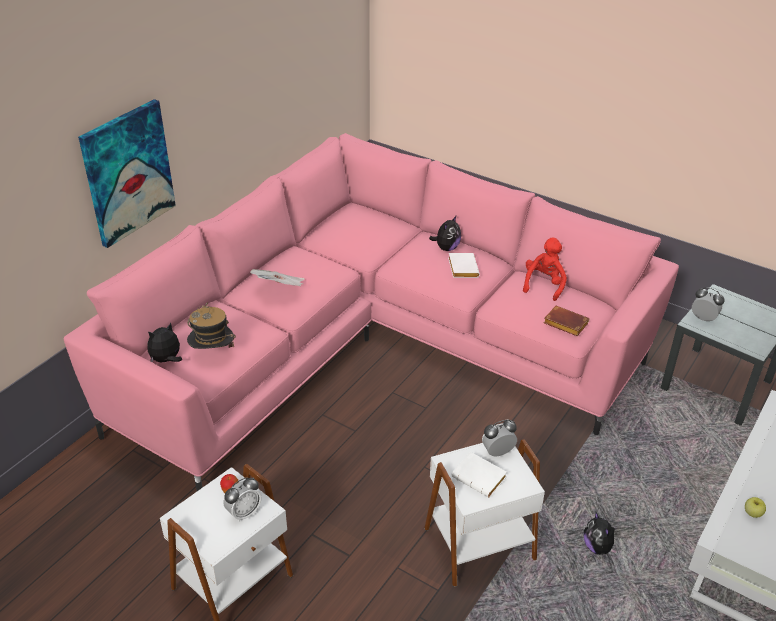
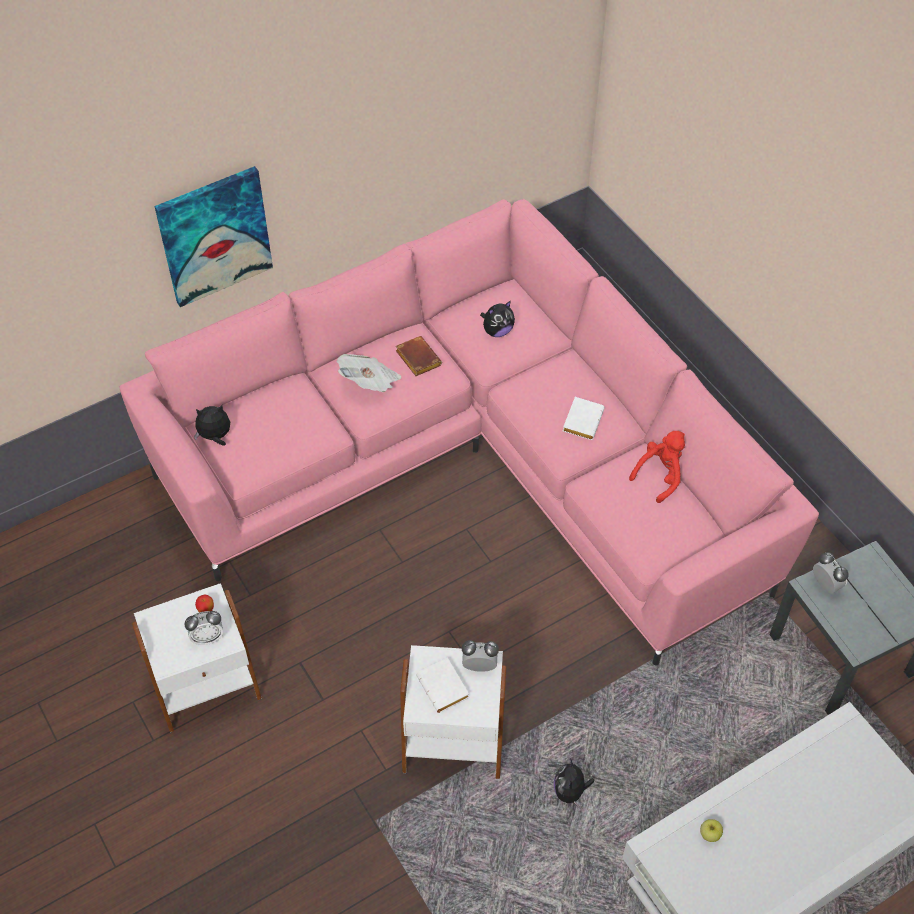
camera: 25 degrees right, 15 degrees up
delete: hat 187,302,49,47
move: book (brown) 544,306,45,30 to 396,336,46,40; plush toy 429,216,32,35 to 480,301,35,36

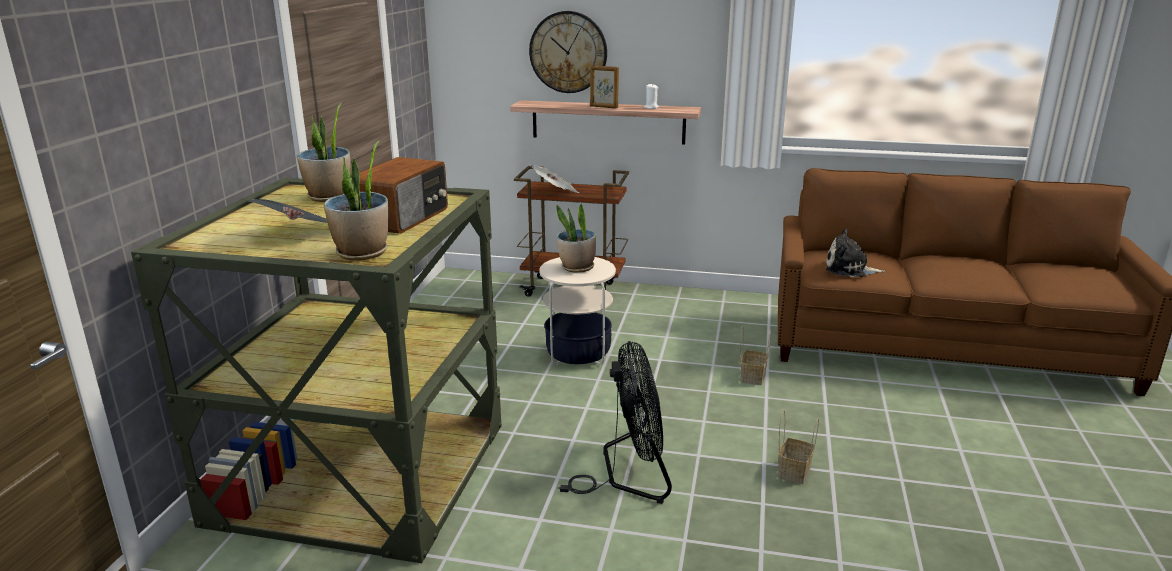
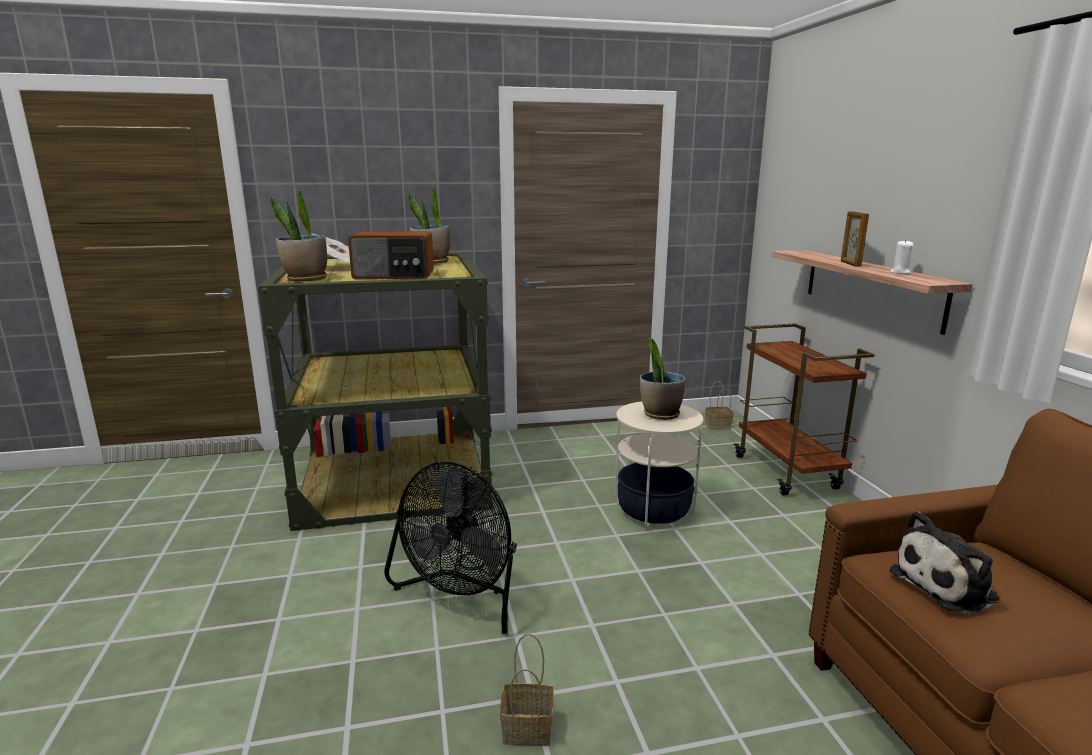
camera: 65 degrees right, 5 degrees down
delete: wall clock 529,11,78,82; newspaper 529,165,50,28
move: basket 740,325,32,60 to 705,381,29,49
rotate: fan (black) 557,341,115,163 = 384,462,133,172 60 degrees clockwise; plush toy 826,229,59,48 = 890,511,109,103 105 degrees counterclockwise

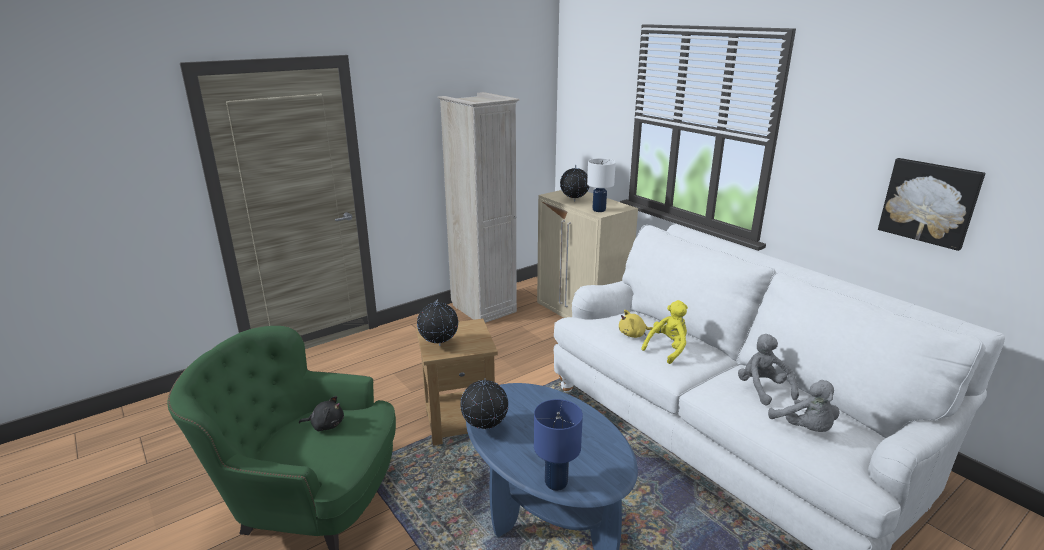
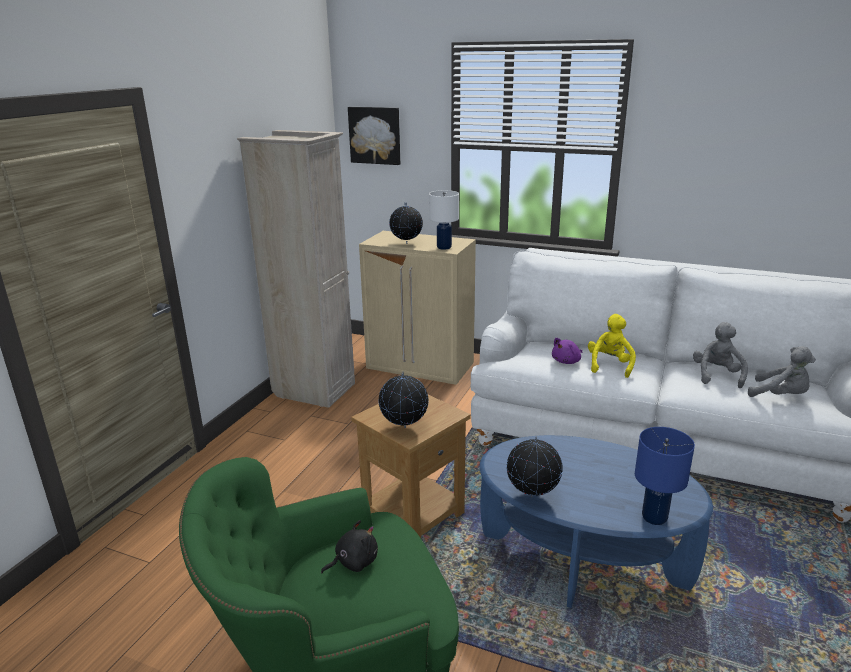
camera: 30 degrees left, 0 degrees up
move: picture 878,158,107,93 to 348,107,52,58
recolor: plush toy (yellow) 619,310,34,28 to plush toy (purple) 552,338,30,26
rotate: plush toy (grey) 738,334,61,71 = 693,322,55,67 60 degrees clockwise

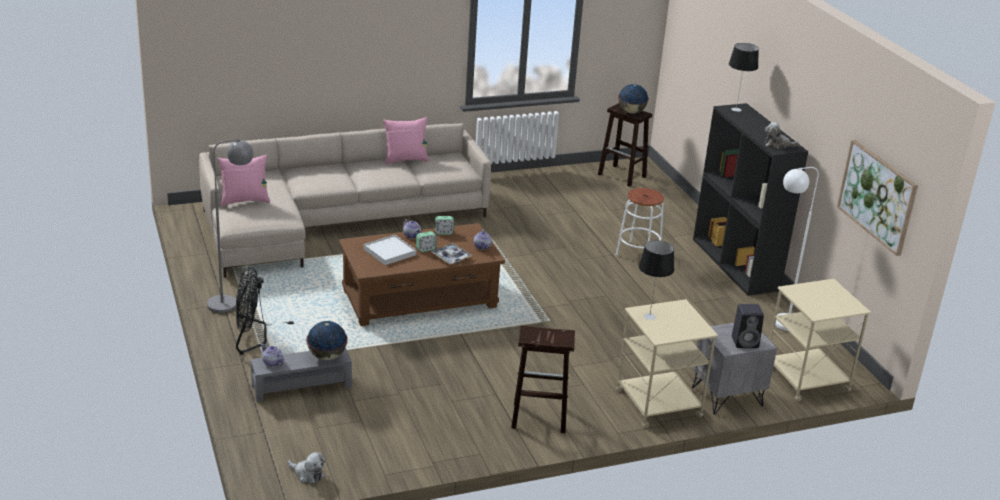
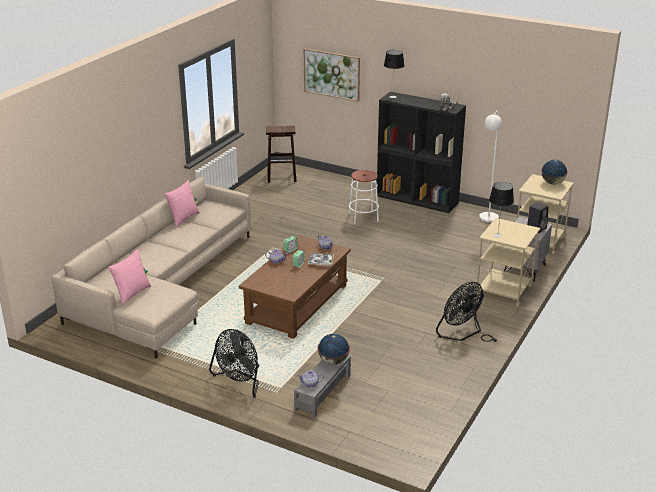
camera: 40 degrees left, 0 degrees up
delete: floor lamp (grey) 207,139,46,174; plush toy 288,452,37,31; tray (white) 364,235,52,30
move: picture 837,140,81,116 to 304,48,56,54; globe 618,84,31,30 to 541,160,27,25
replace: stool (brown) 511,325,64,108 to fan (black) 436,282,61,60

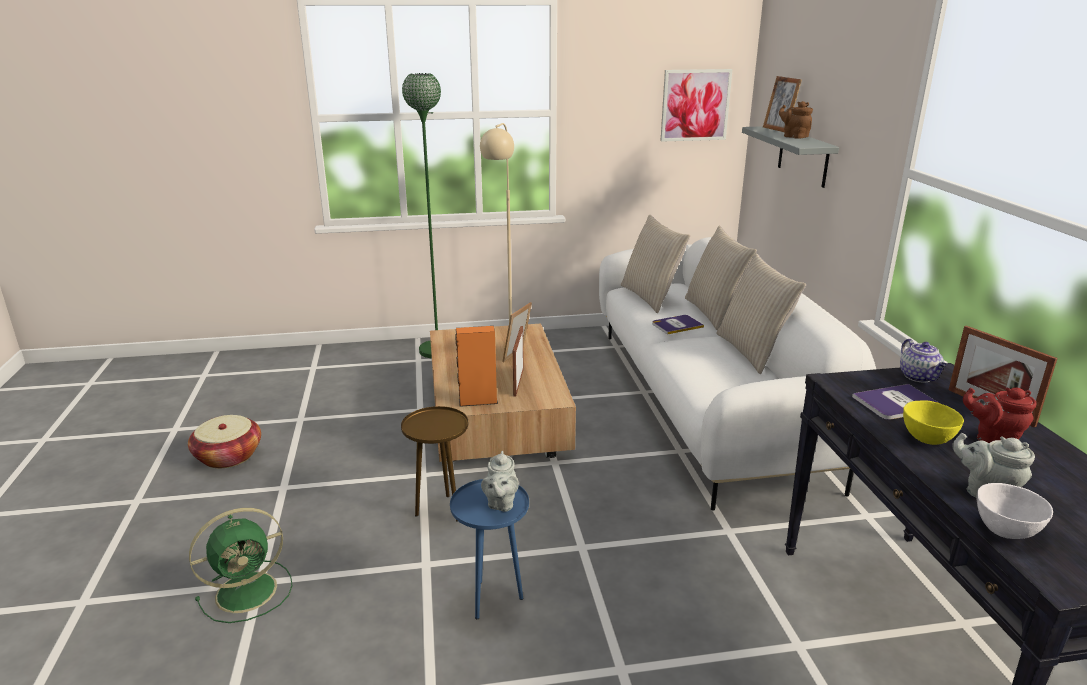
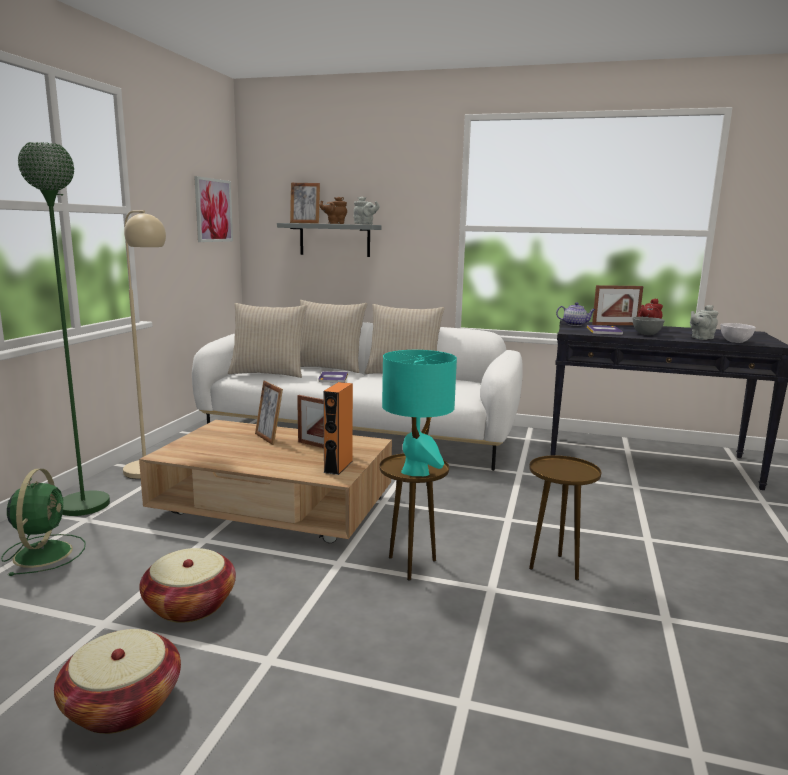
camera: 65 degrees left, 10 degrees down
insert: basket 139,548,97,75; table lamp (turquoise) 382,350,75,126
move: fan (green) 189,508,104,115 to 1,469,85,107; teapot (grey) 481,451,38,61 to 354,196,25,29
recolor: side table (blue) 450,479,79,140 to side table (brown) 529,455,72,125; bowl (yellow) 903,400,61,45 to bowl (grey) 633,317,32,18

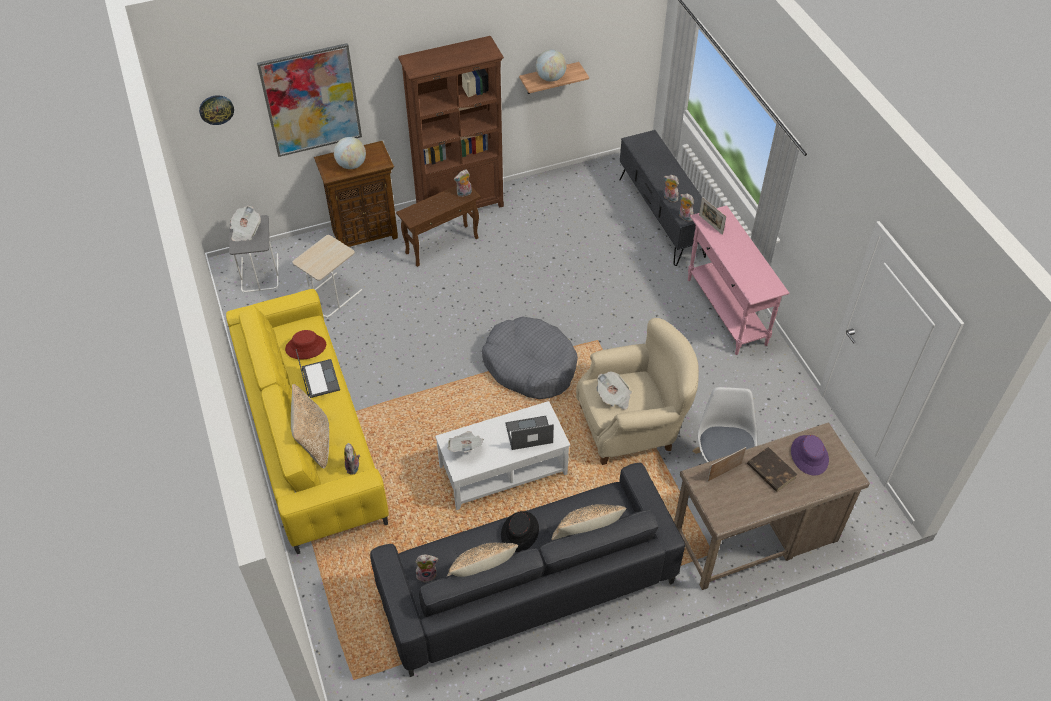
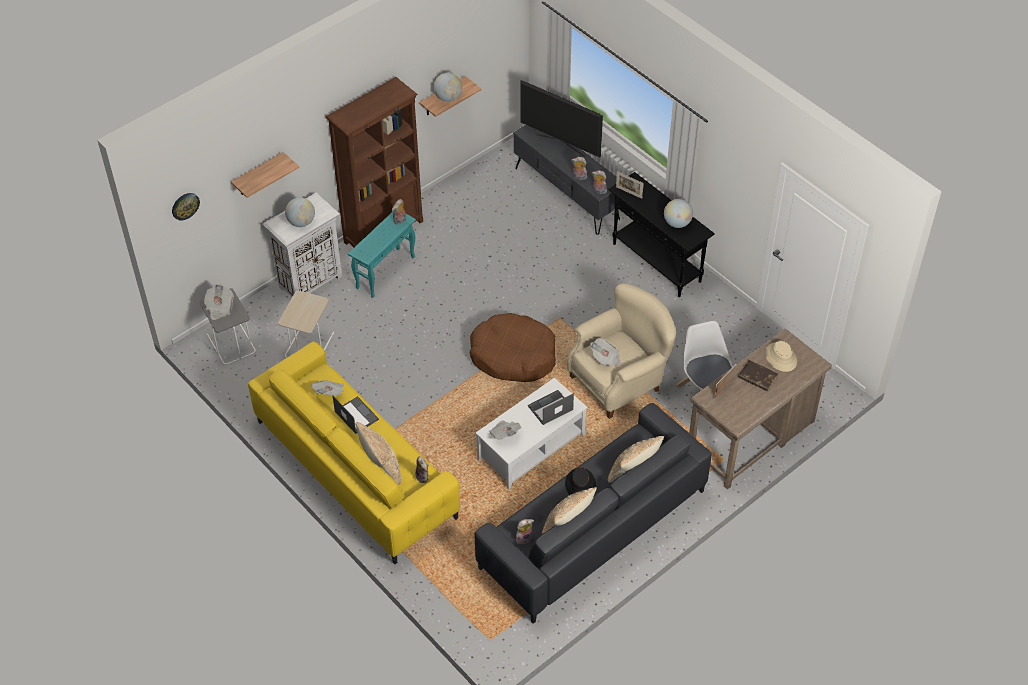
camera: 20 degrees left, 0 degrees up
insert: television 520,80,83,78; globe 664,199,29,29
replace: picture 257,43,105,114 to shelf 231,152,68,46; hat (red) 285,330,41,29 to newspaper 311,380,33,16
recolor: cabinet (brown) 314,141,84,106 to cabinet (white) 262,193,80,104; side table (brown) 396,185,85,82 to side table (turquoise) 348,212,68,86; dog bed (grey) 482,317,96,82 to dog bed (brown) 469,313,87,69; console table (pink) 688,205,101,150 to console table (black) 608,172,107,125; hat (purple) 791,435,38,40 to hat (beige) 765,341,32,31

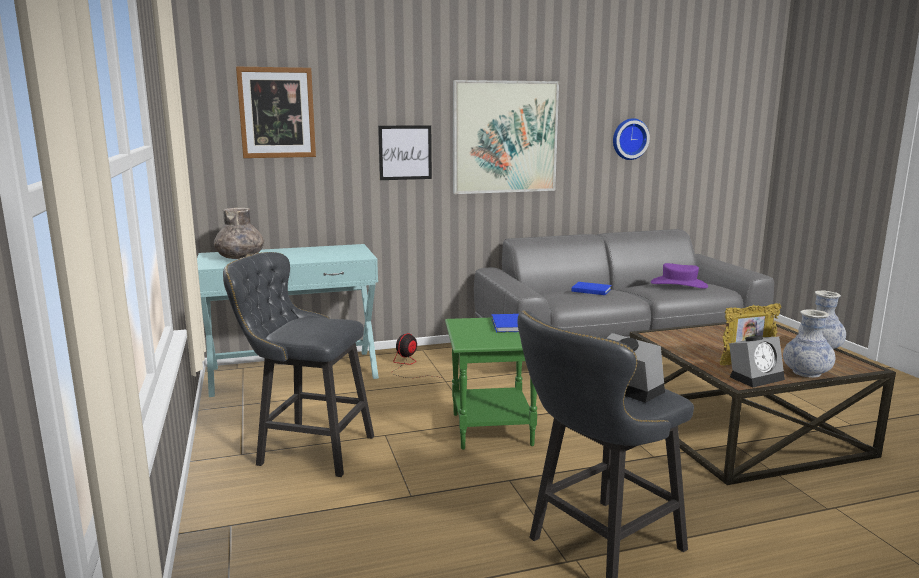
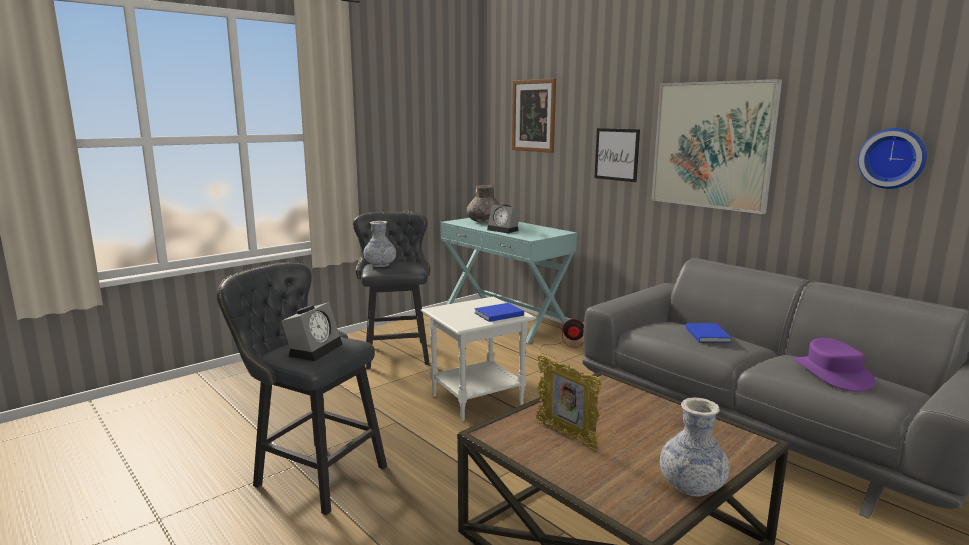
camera: 65 degrees right, 0 degrees up
move: vase 783,309,52,69 to 363,221,33,46; alarm clock 729,336,56,51 to 487,204,34,29
recolor: side table (green) 445,318,92,132 to side table (white) 421,297,115,125

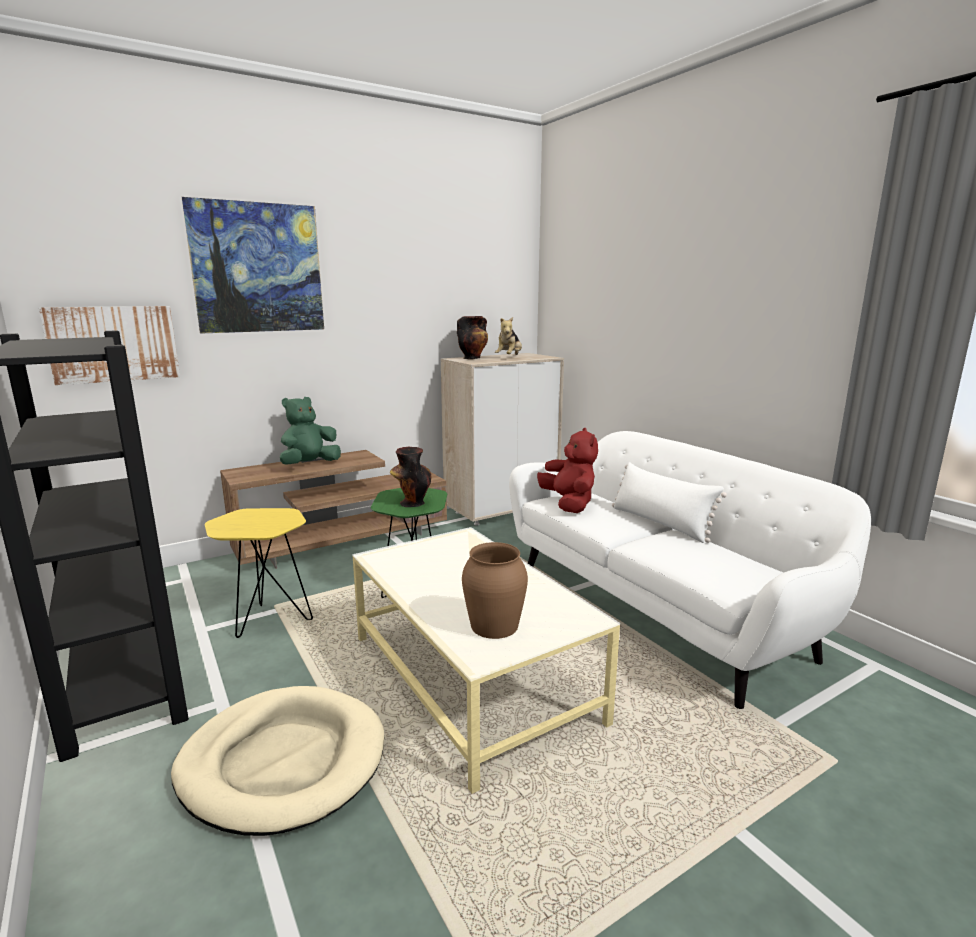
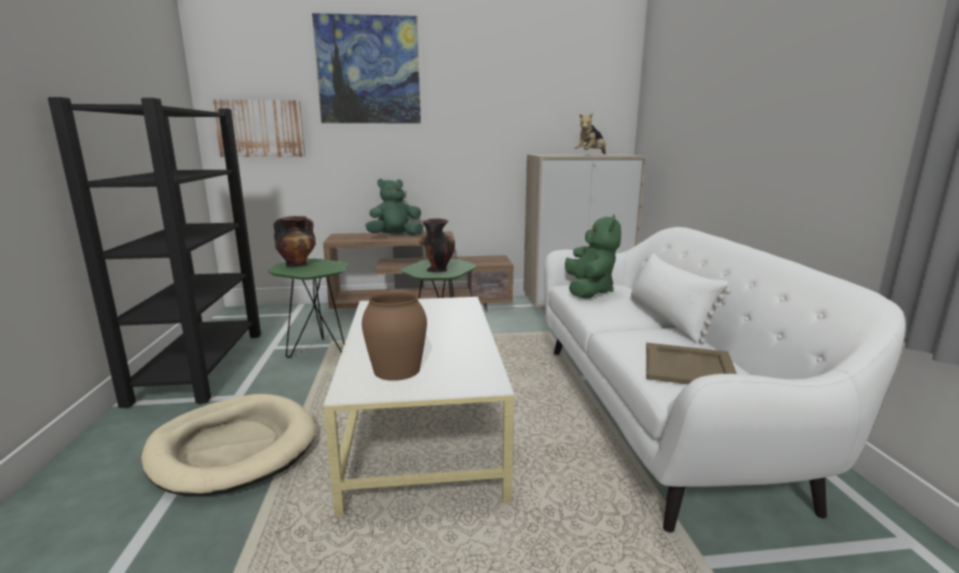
camera: 25 degrees right, 0 degrees up
insert: tray (beige) 646,342,91,42
move: vase 457,316,31,43 to 274,216,42,51
recolor: side table (yellow) 205,508,108,130 to side table (green) 268,259,80,99; plush toy (red) 537,428,61,85 to plush toy (green) 565,214,56,85

